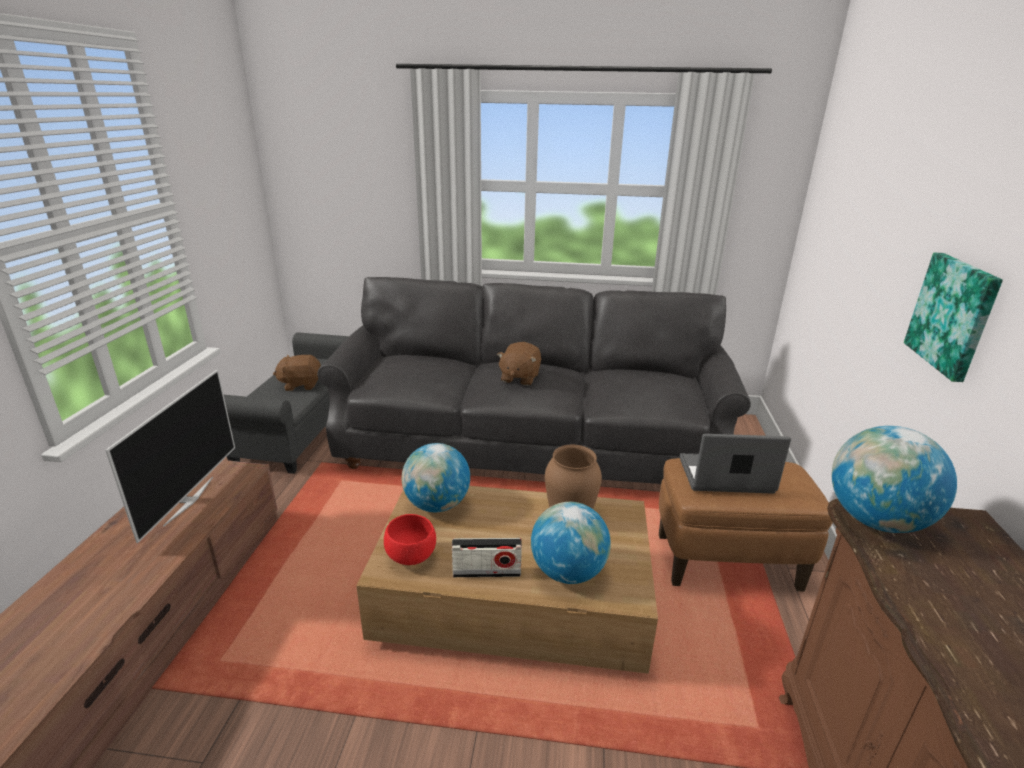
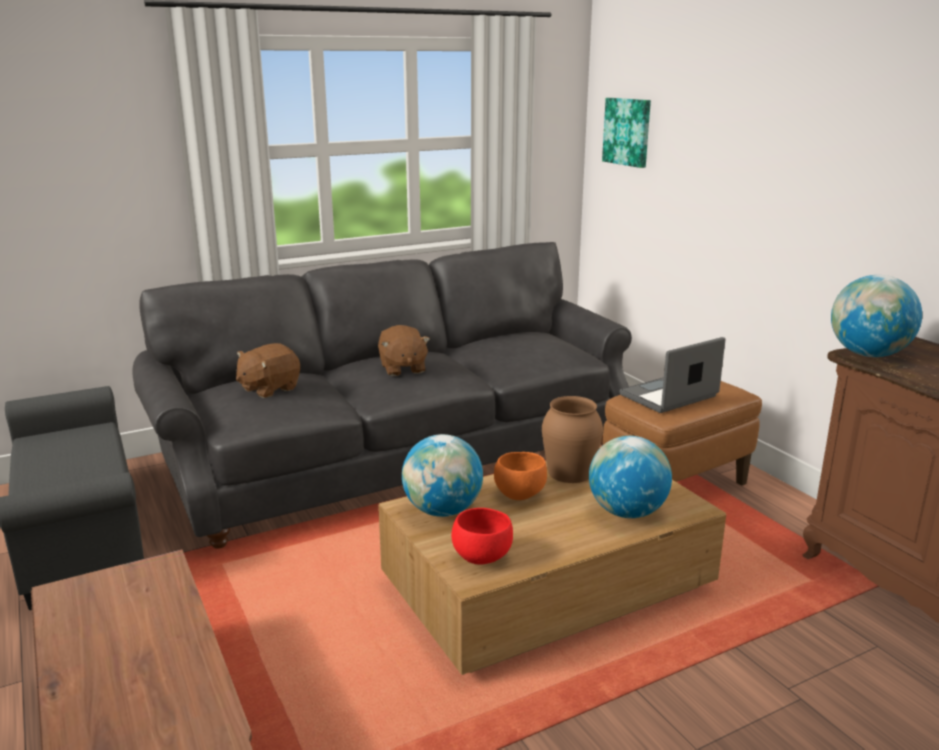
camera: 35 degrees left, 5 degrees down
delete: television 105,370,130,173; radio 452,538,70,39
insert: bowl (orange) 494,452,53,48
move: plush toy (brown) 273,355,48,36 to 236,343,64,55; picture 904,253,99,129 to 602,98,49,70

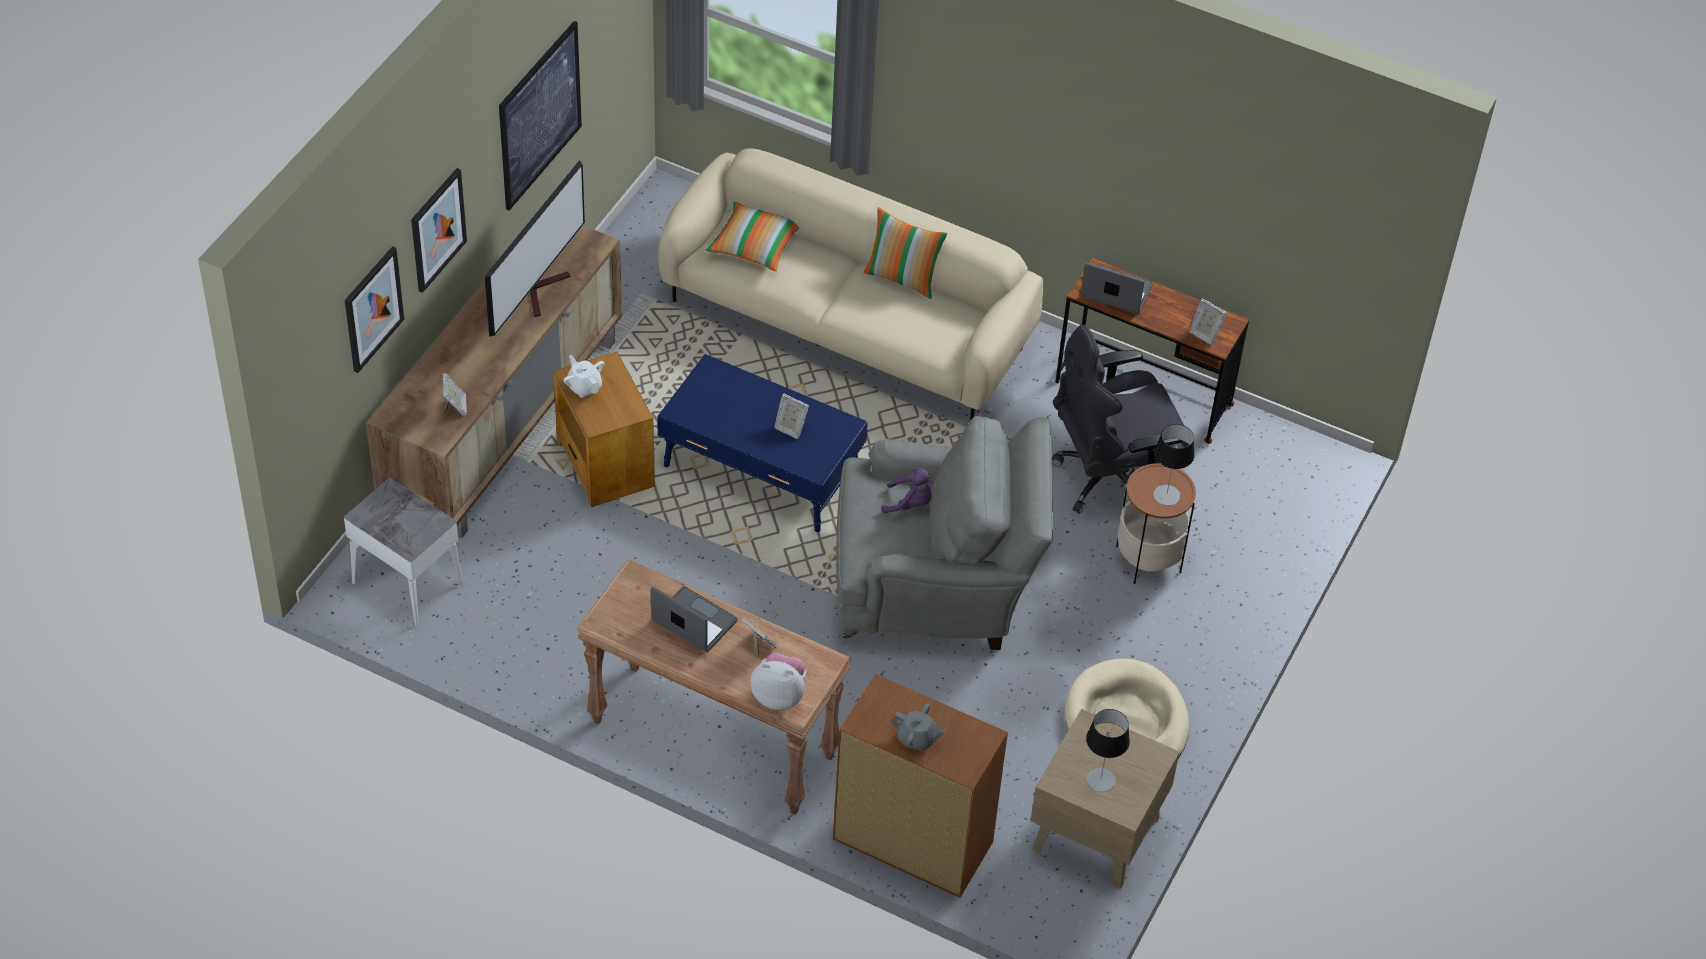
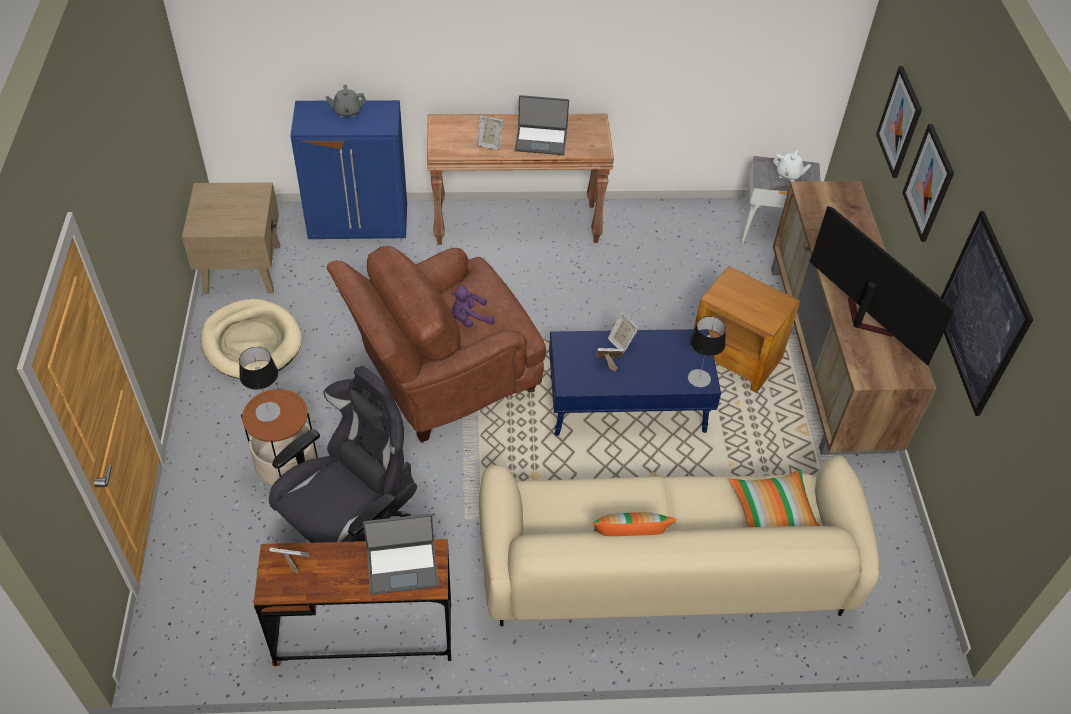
camera: 150 degrees right, 0 degrees up
delete: plush toy 750,652,56,58
move: picture frame 442,373,25,43 to 608,312,31,40; table lamp 1086,709,44,83 to 688,316,38,71; teapot (white) 563,355,41,43 to 773,150,38,32
recolor: cabinet (brown) 833,674,175,224 to cabinet (blue) 290,100,117,139; armchair (grey) 836,416,217,234 to armchair (brown) 327,246,219,197
rotate: television 485,160,100,177 = 810,206,144,160 150 degrees clockwise

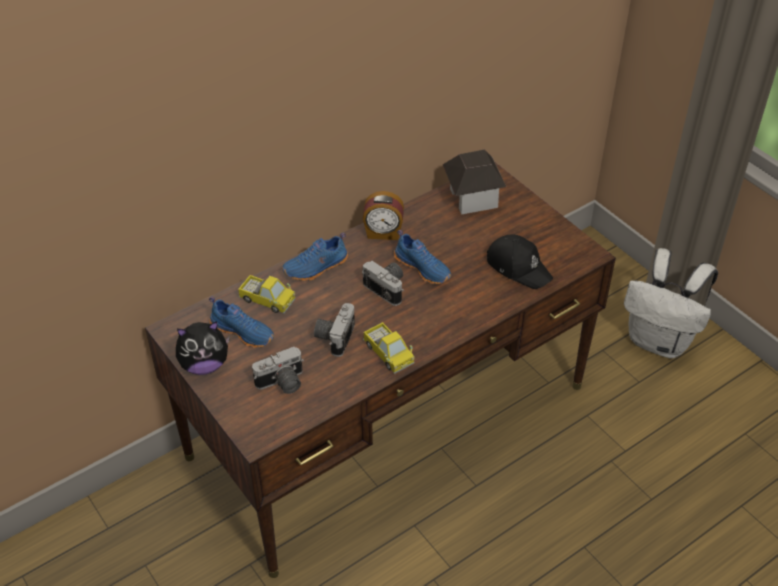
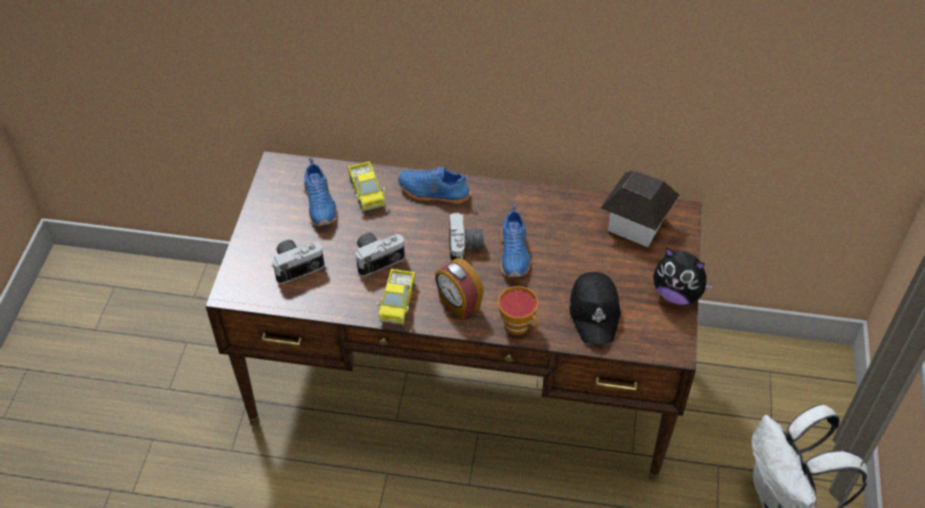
camera: 45 degrees right, 5 degrees up
insert: cup 498,286,41,49
move: alarm clock 363,191,41,49 to 435,258,49,62; plush toy 176,321,54,54 to 653,247,61,58
rotate: photo camera 252,347,52,47 = 271,240,53,44 135 degrees clockwise

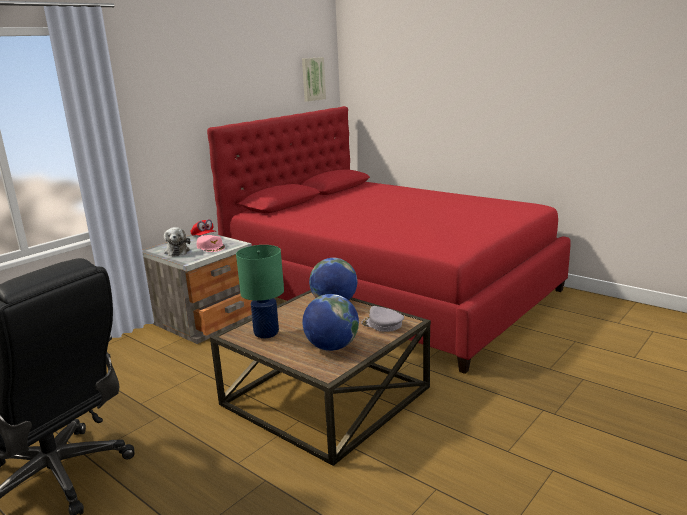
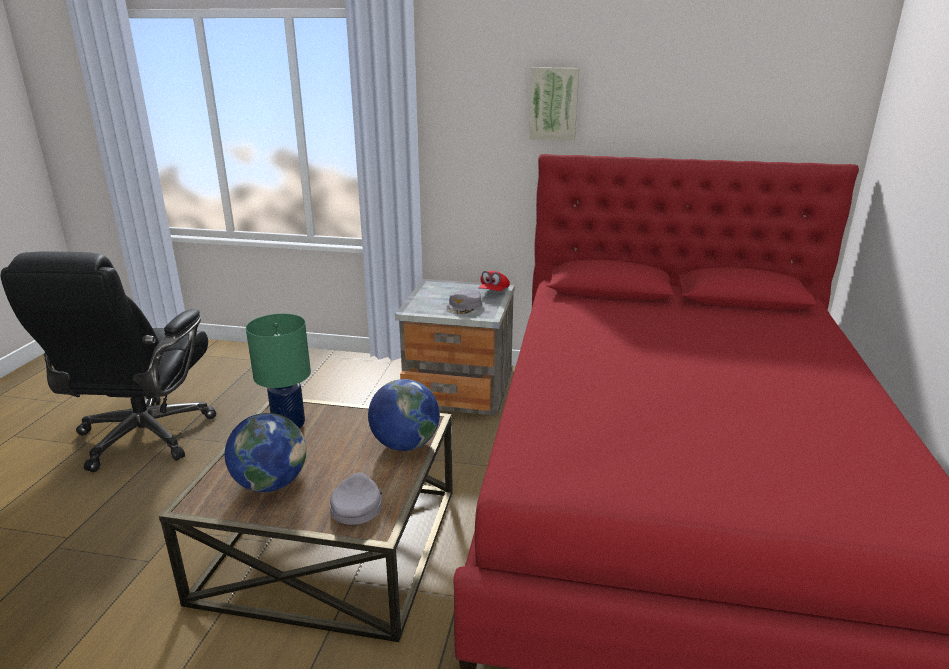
camera: 60 degrees right, 5 degrees up
delete: plush toy 164,227,26,29
move: picture 302,57,24,45 to 529,67,50,74
recolor: cap (pink) 197,235,28,17 to cap (grey) 446,289,36,26

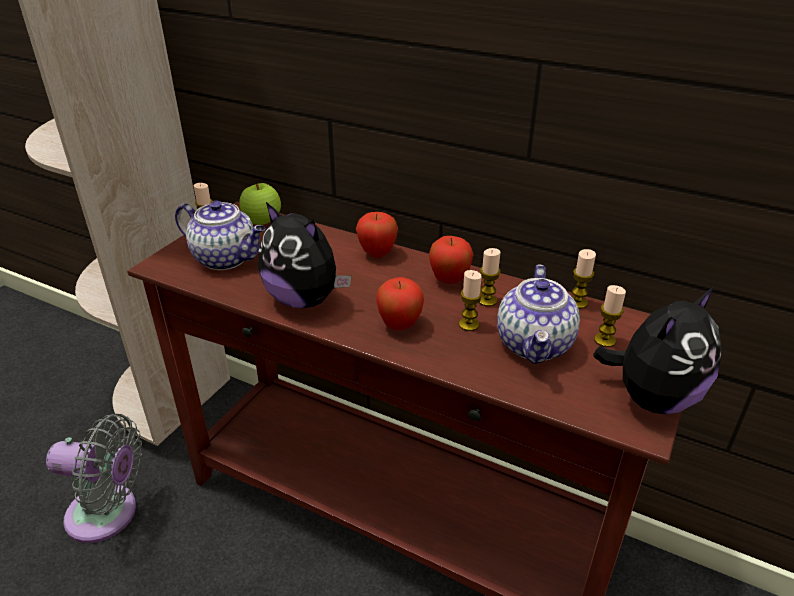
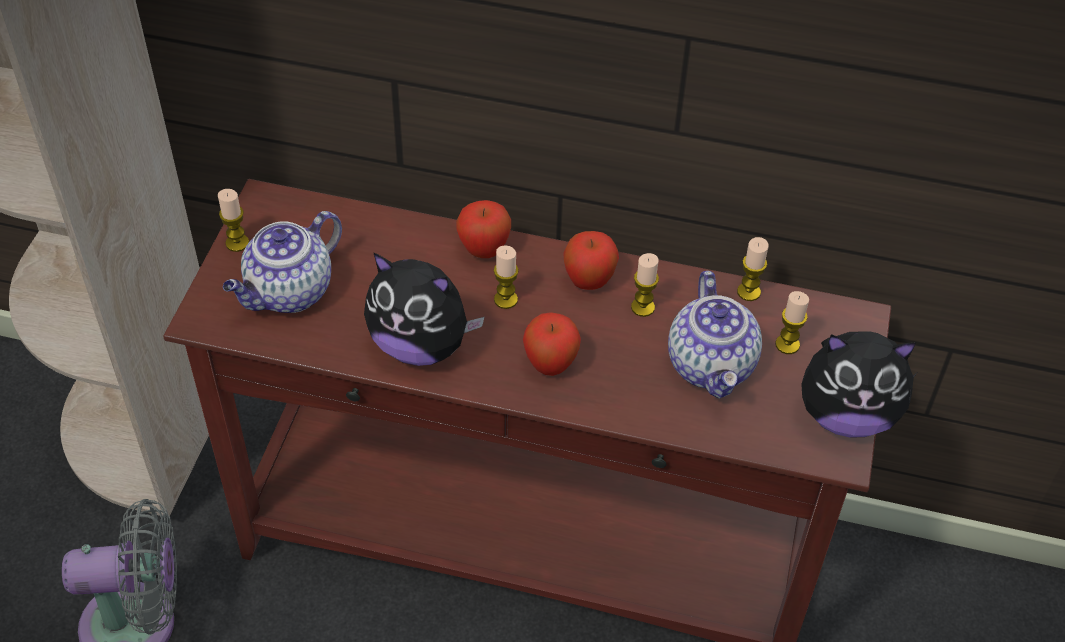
camera: 15 degrees left, 15 degrees up
delete: apple 239,183,42,42
move: candle 459,270,23,61 to 494,245,25,64
rotate: teapot 175,200,90,70 = 223,211,119,102 120 degrees clockwise; plush toy 593,286,128,128 = 801,331,116,107 60 degrees clockwise

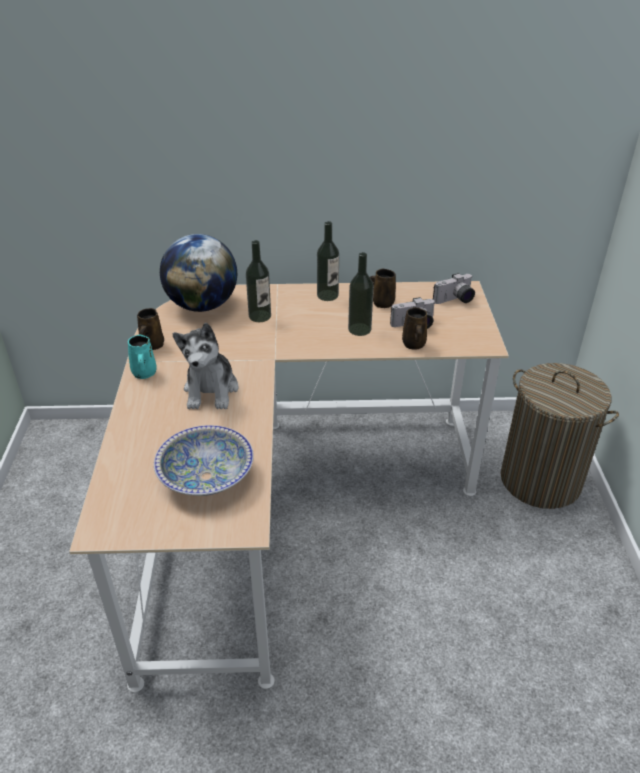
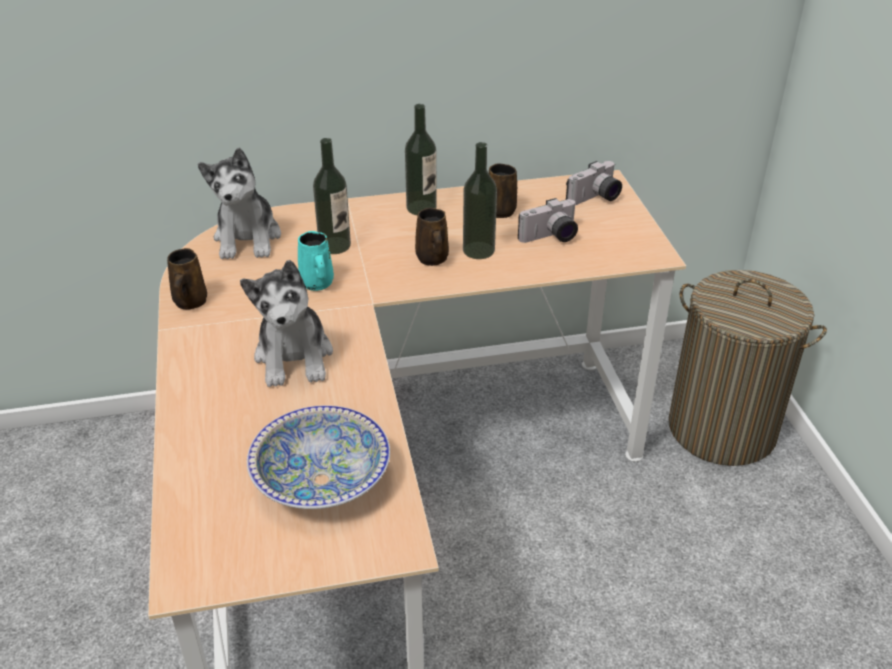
camera: 10 degrees left, 0 degrees up
move: mug (turquoise) 128,335,29,44 to 298,231,36,60; mug (brown) 402,307,25,43 to 415,207,34,59
replace: globe 160,234,77,78 to plush toy 198,148,83,111

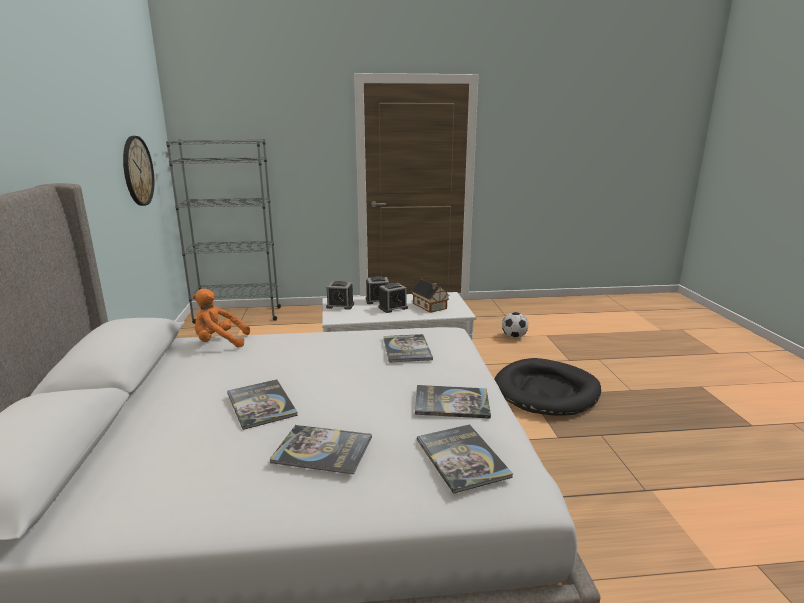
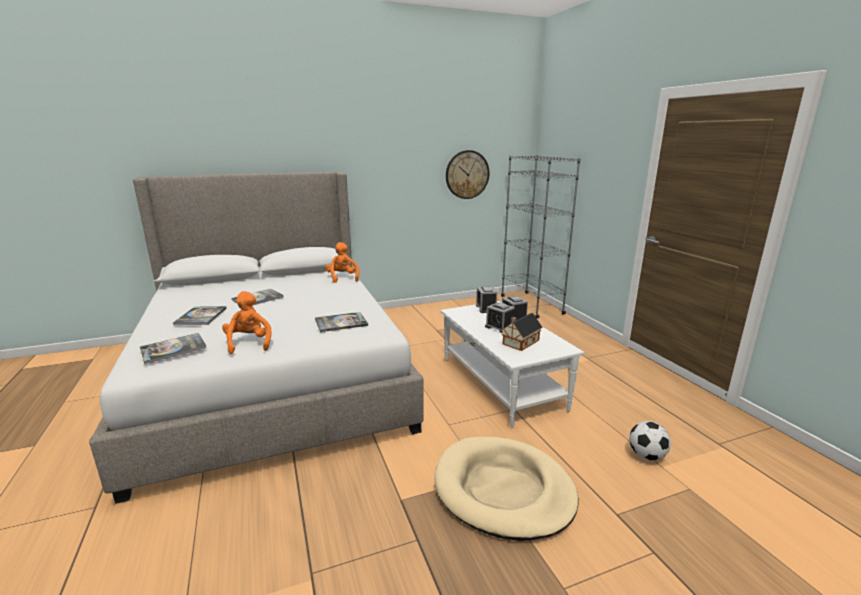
camera: 75 degrees right, 0 degrees up
replace: book 415,385,76,34 to plush toy (orange) 222,291,49,63
recolor: dog bed (black) 494,358,107,58 to dog bed (beige) 434,437,144,104

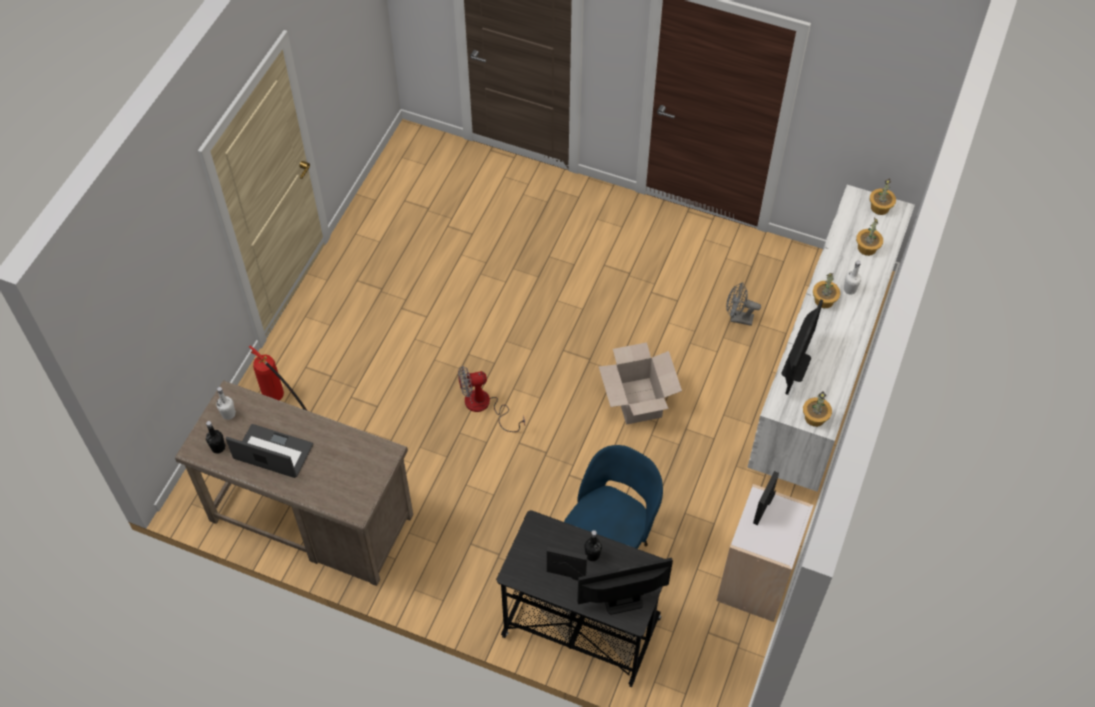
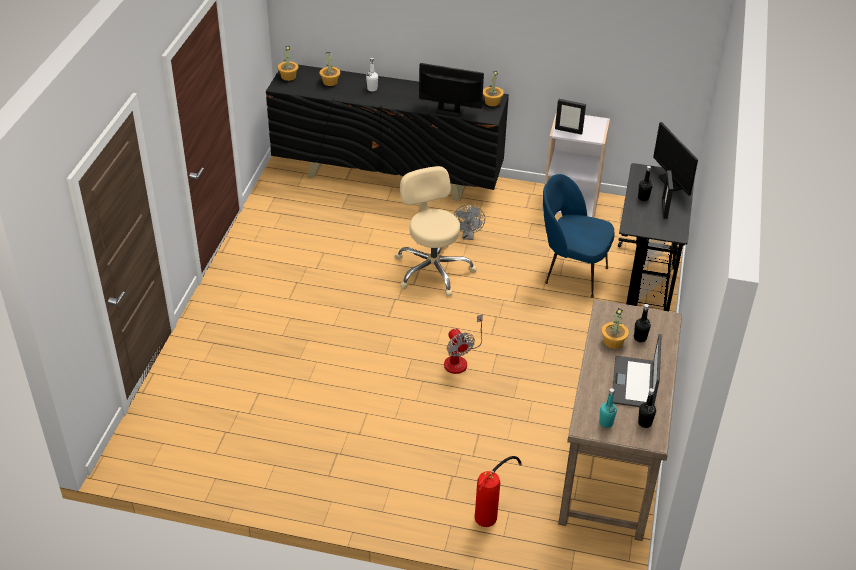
camera: 100 degrees left, 15 degrees down
insert: bottle (black) 634,304,17,38
move: fan (grey) 726,282,35,44 to 454,205,31,35; potted plant 813,273,27,35 to 601,308,28,41
replace: cardboard box 599,342,83,83 to office chair (beige) 395,166,82,131
recolor: cabinet (white) 748,185,167,307 to cabinet (black) 266,65,243,136; bottle (white) 216,387,20,33 to bottle (turquoise) 599,388,18,40

